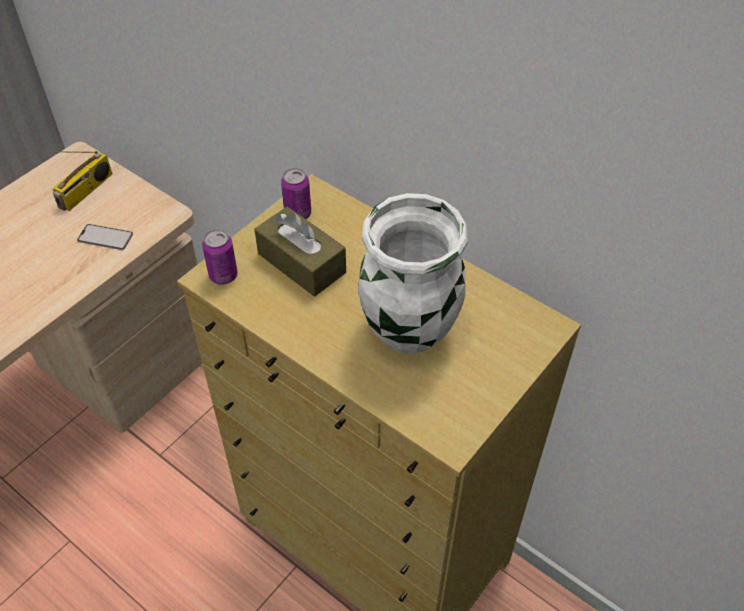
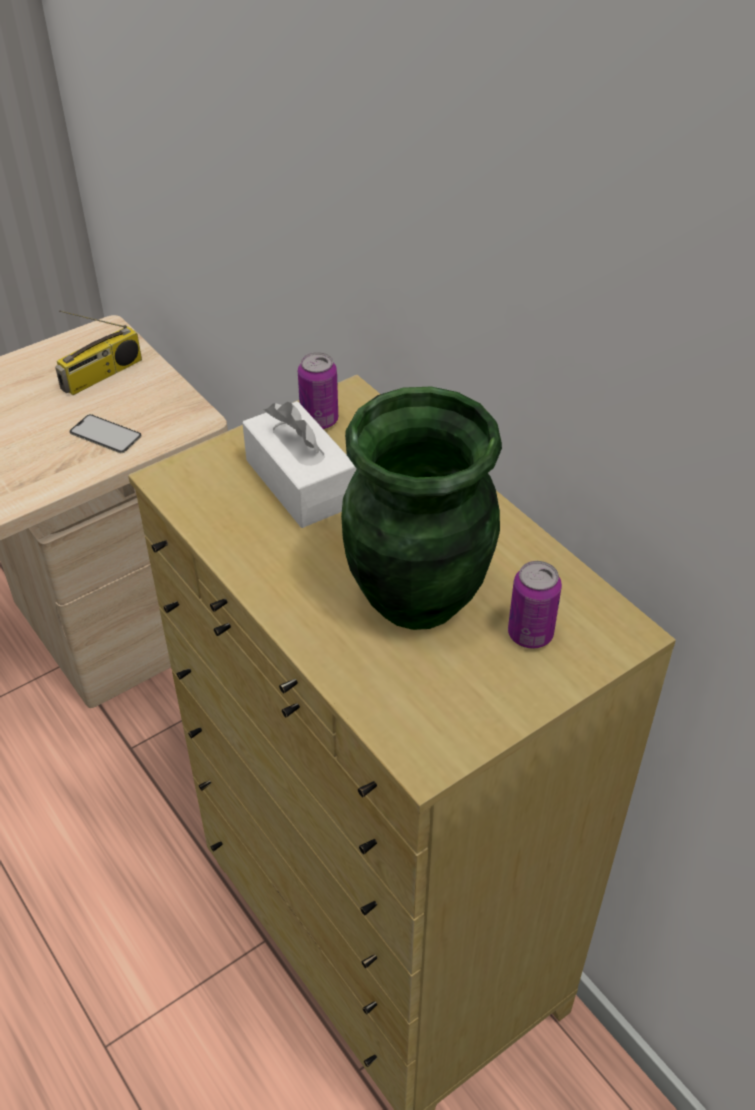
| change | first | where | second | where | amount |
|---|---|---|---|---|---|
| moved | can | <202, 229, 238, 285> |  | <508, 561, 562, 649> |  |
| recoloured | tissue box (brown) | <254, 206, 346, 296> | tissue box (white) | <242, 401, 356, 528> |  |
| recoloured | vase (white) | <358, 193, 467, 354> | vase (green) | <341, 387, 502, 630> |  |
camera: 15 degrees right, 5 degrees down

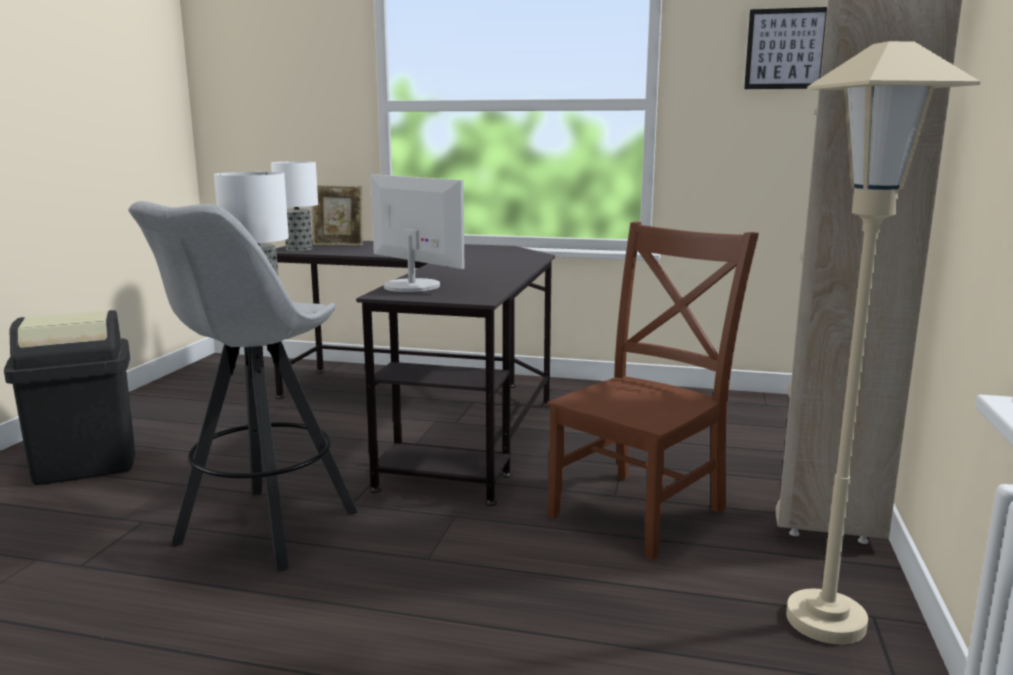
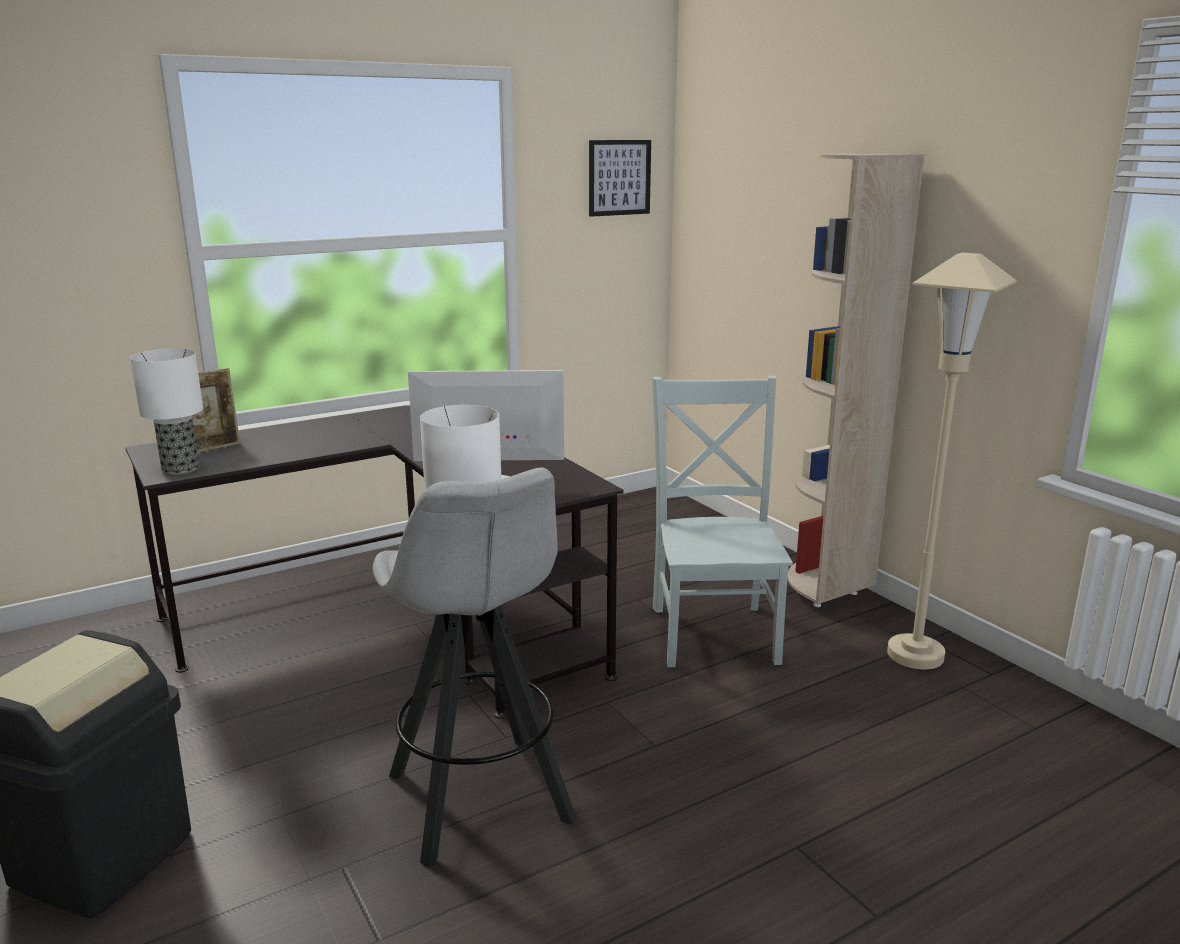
| change | first | where | second | where | amount |
|---|---|---|---|---|---|
| recoloured | chair (brown) | <547, 222, 759, 560> | chair (grey) | <652, 375, 793, 667> |  |
camera: 45 degrees left, 5 degrees up

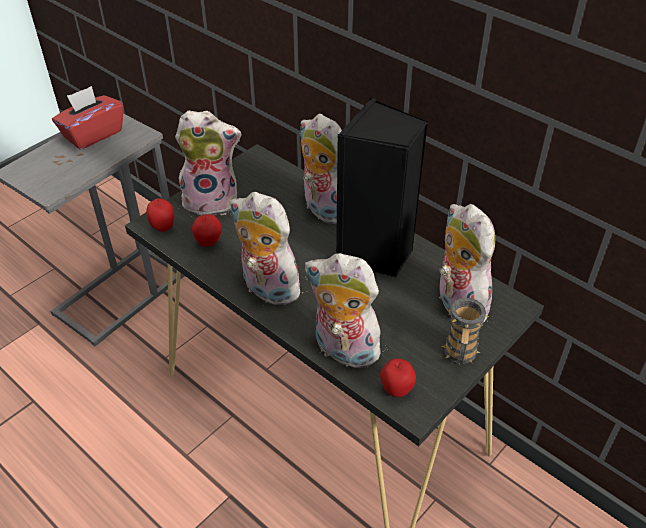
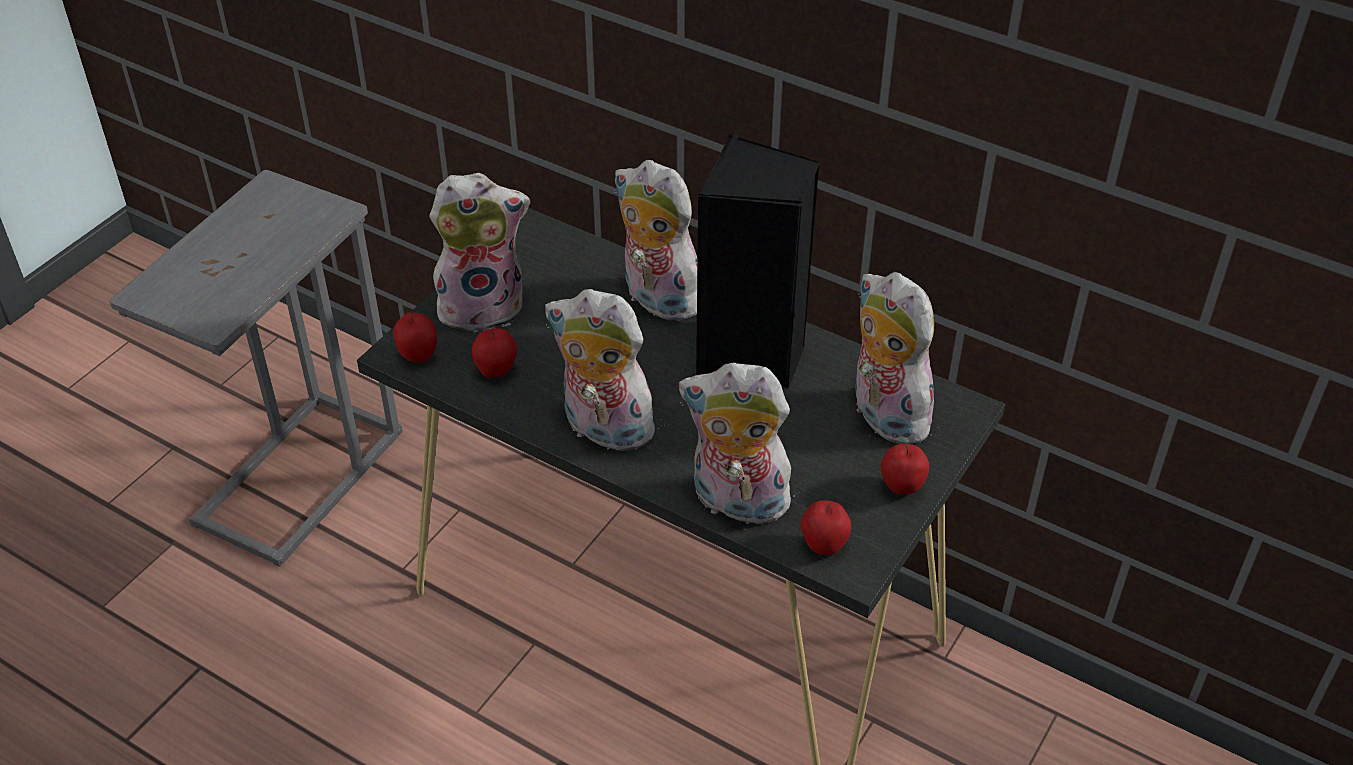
| change | first | where | second | where | amount |
|---|---|---|---|---|---|
| removed | tissue box (red) | <52, 86, 123, 150> |  |  |  |
| replaced | mug | <442, 298, 489, 364> | apple | <881, 444, 929, 495> |  |
camera: 10 degrees left, 0 degrees up

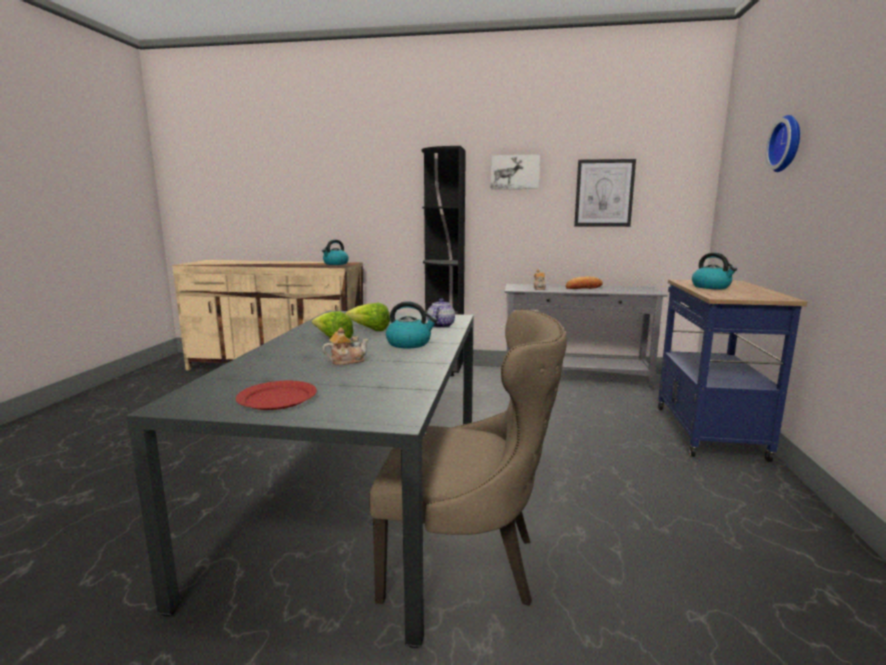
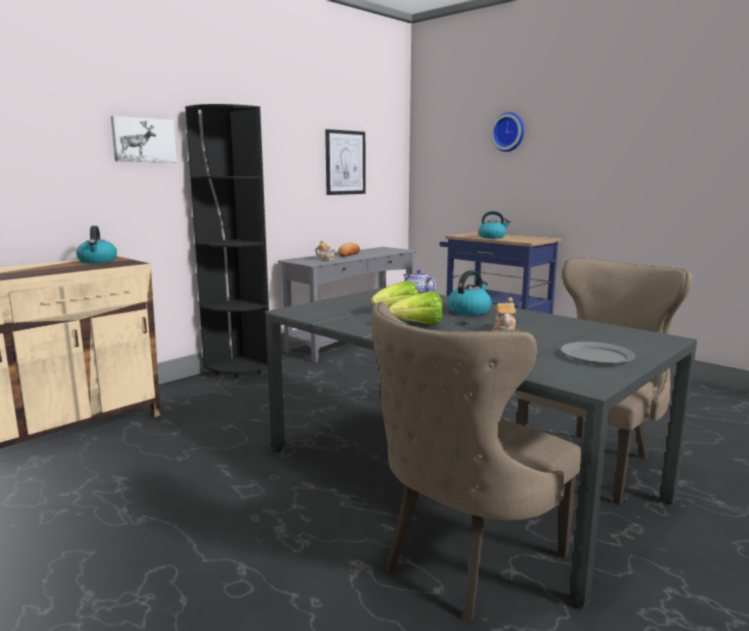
| change | first | where | second | where | amount |
|---|---|---|---|---|---|
| added |  |  | chair (beige) | <372, 302, 581, 622> |  |
| moved | picture | <491, 154, 540, 189> |  | <111, 116, 177, 162> |  |
| recoloured | plate (red) | <236, 381, 317, 410> | plate (grey) | <561, 342, 635, 365> |  |
camera: 55 degrees left, 0 degrees up

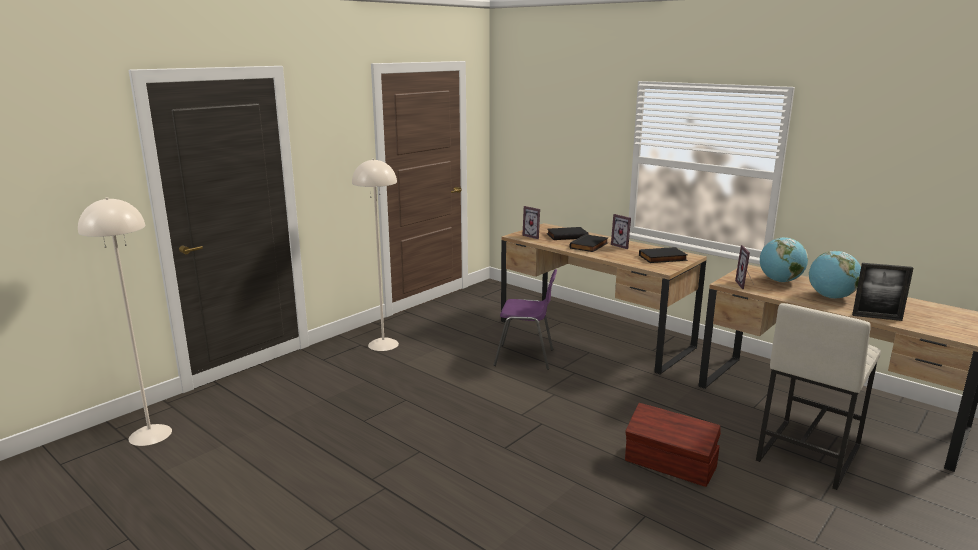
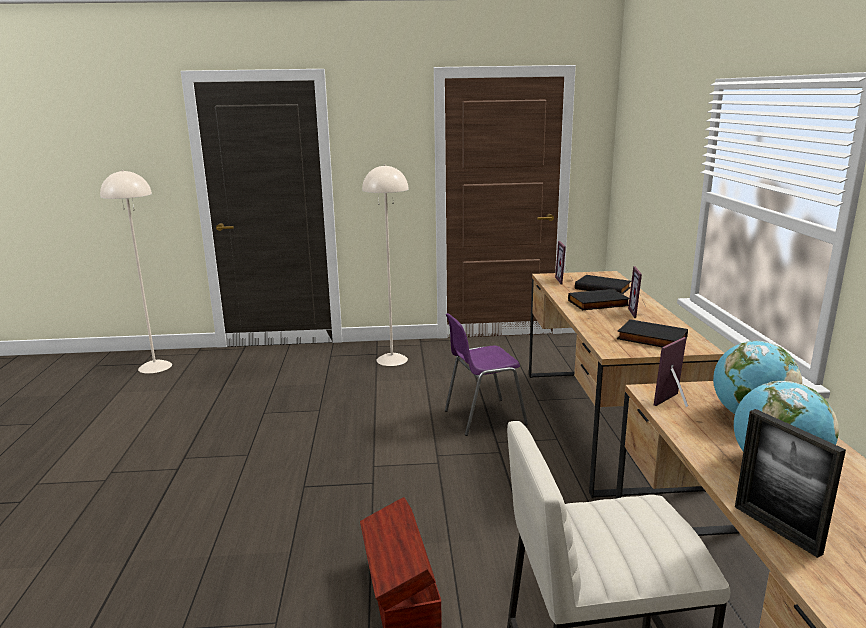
| change | first | where | second | where | amount |
|---|---|---|---|---|---|
| turned | chair (purple) | <494, 269, 557, 370> |  | <445, 313, 528, 436> | 105 degrees clockwise |
camera: 45 degrees right, 0 degrees up

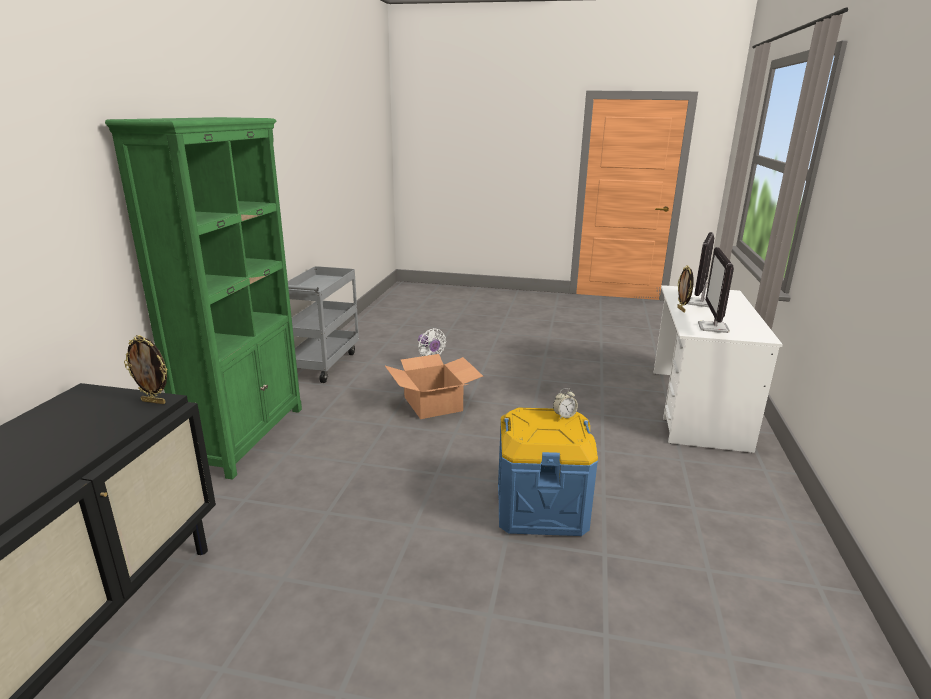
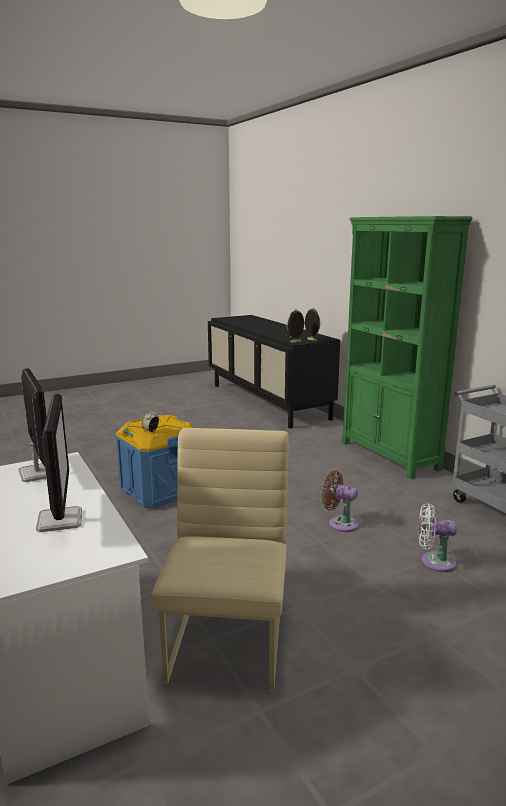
| change | first | where | second | where | amount |
|---|---|---|---|---|---|
| added |  |  | chair (beige) | <152, 428, 289, 692> |  |
| moved | picture frame | <677, 266, 694, 312> |  | <304, 308, 321, 341> |  |
| replaced | cardboard box | <385, 354, 483, 419> | fan (brown) | <322, 471, 359, 532> |  |
camera: 140 degrees right, 5 degrees down

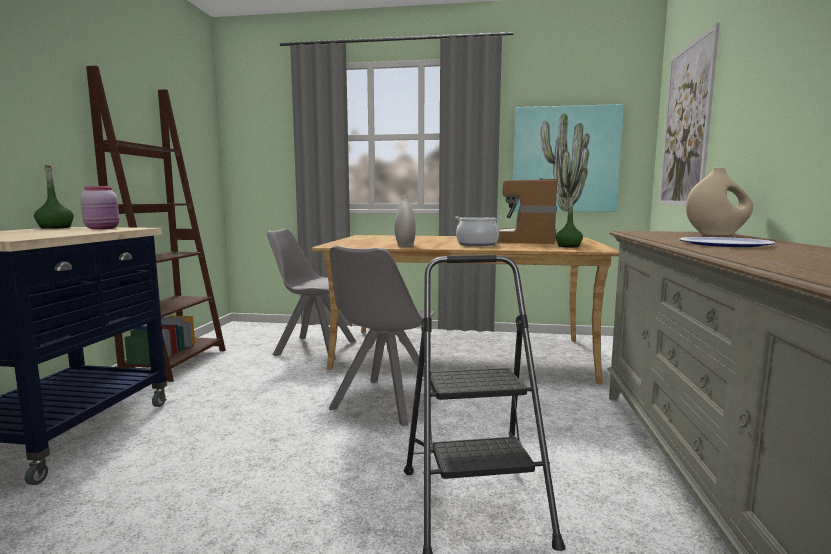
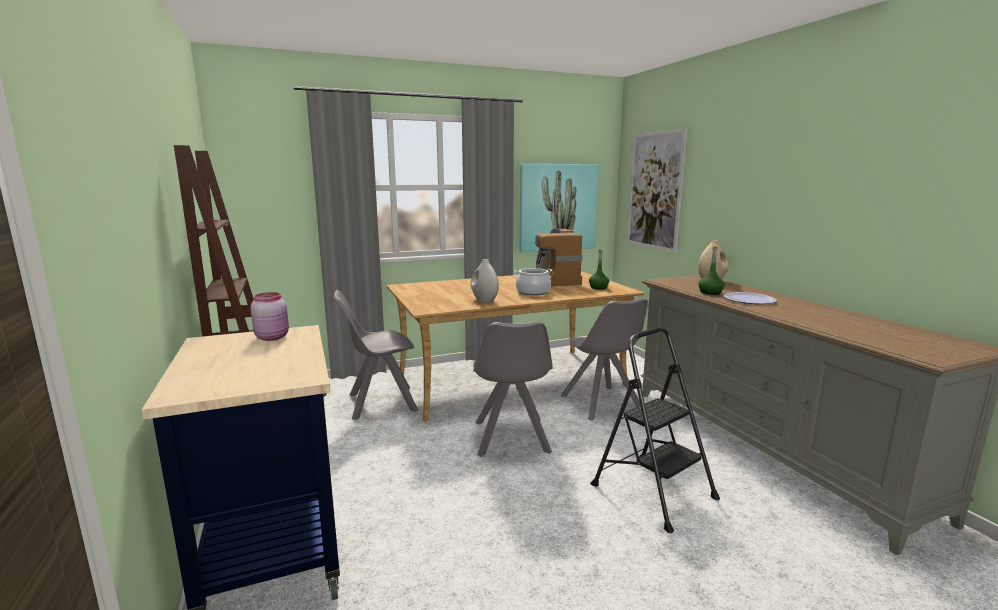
| change | first | where | second | where | amount |
|---|---|---|---|---|---|
| added |  |  | chair (grey) | <561, 298, 648, 421> |  |
| moved | bottle (green) | <34, 165, 74, 229> |  | <698, 247, 725, 295> |  |
camera: 30 degrees left, 5 degrees up

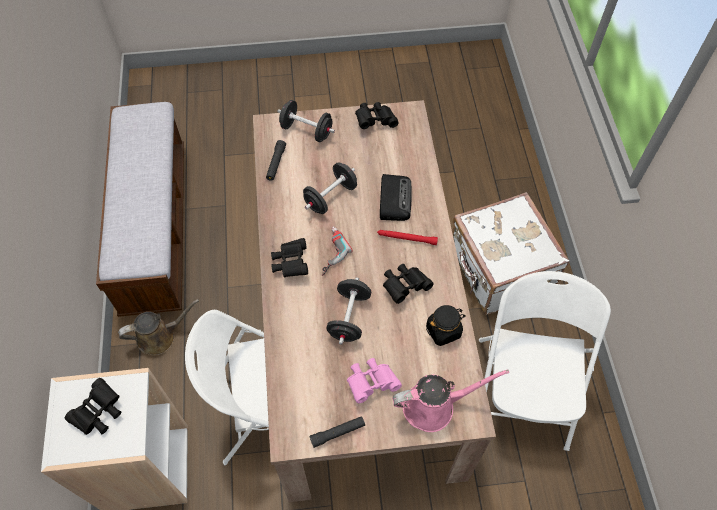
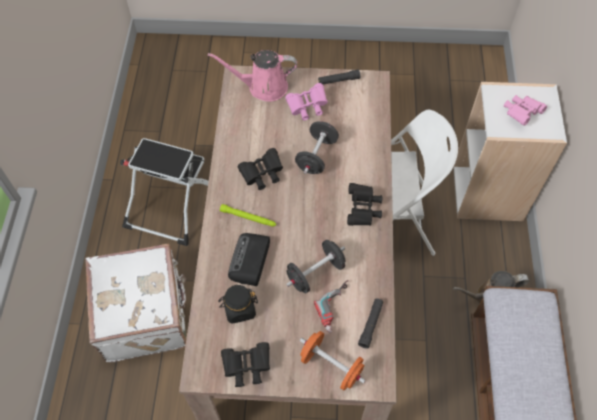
| change | first | where | second | where | amount |
|---|---|---|---|---|---|
| moved | power drill | <322, 226, 352, 276> |  | <314, 280, 349, 333> |  |
| moved | jar (black) | <426, 305, 465, 346> |  | <218, 285, 258, 324> |  |
| replaced | chair (white) | <479, 271, 611, 451> | step ladder | <120, 138, 209, 246> |  |
| recoloured | binoculars (black) | <65, 378, 121, 435> | binoculars (pink) | <504, 95, 547, 126> |  |
| recoloured | dumbbell (black) | <277, 100, 335, 142> | dumbbell (orange) | <300, 331, 366, 390> |  |
| recoloured | flashlight (red) | <377, 230, 438, 245> | flashlight (green) | <220, 204, 276, 227> |  |
camera: 170 degrees left, 0 degrees up

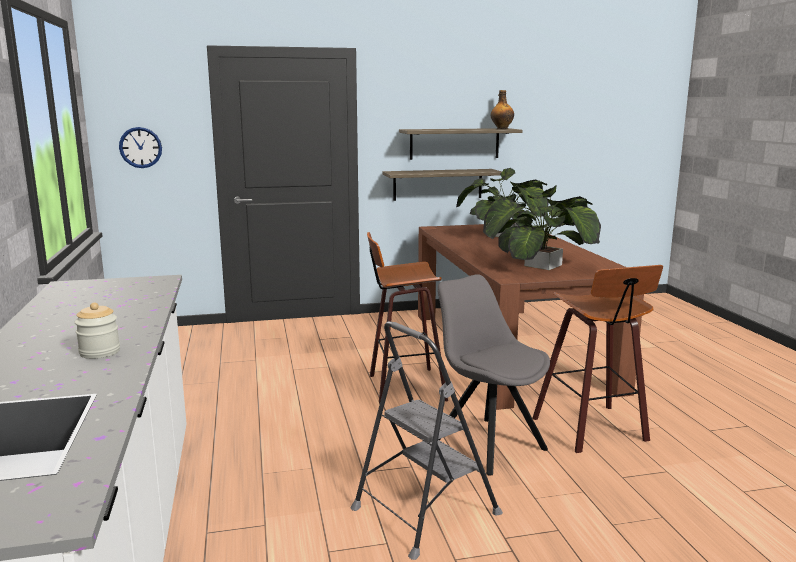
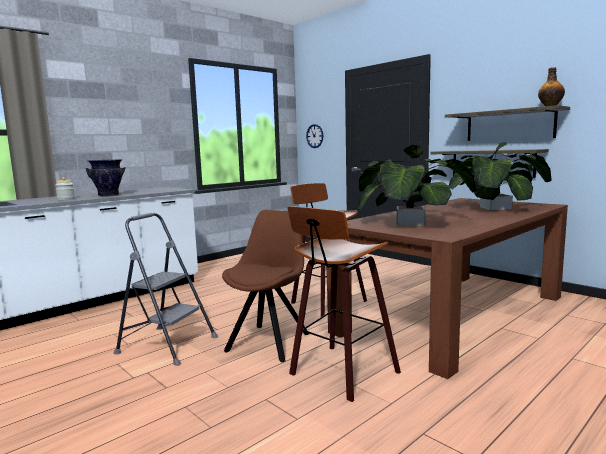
| change | first | where | second | where | amount |
|---|---|---|---|---|---|
| added |  |  | vase | <86, 159, 126, 197> |  |
| recoloured | chair (grey) | <438, 274, 550, 476> | chair (brown) | <222, 210, 309, 362> |  |
camera: 60 degrees right, 5 degrees down

